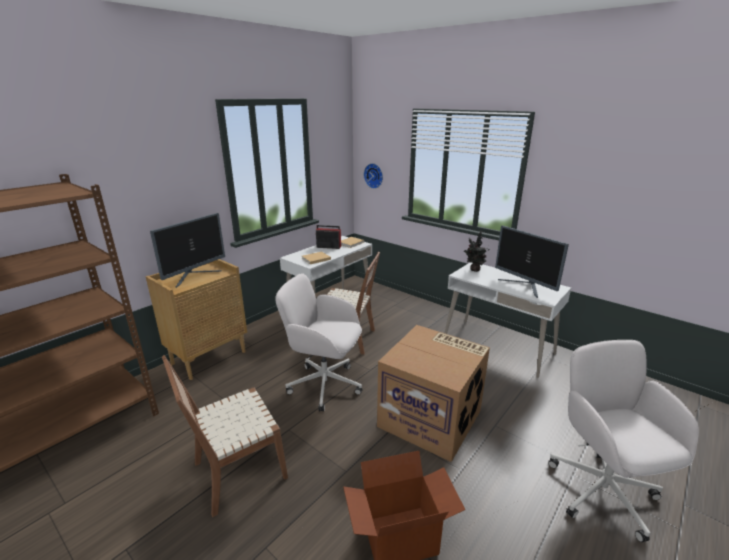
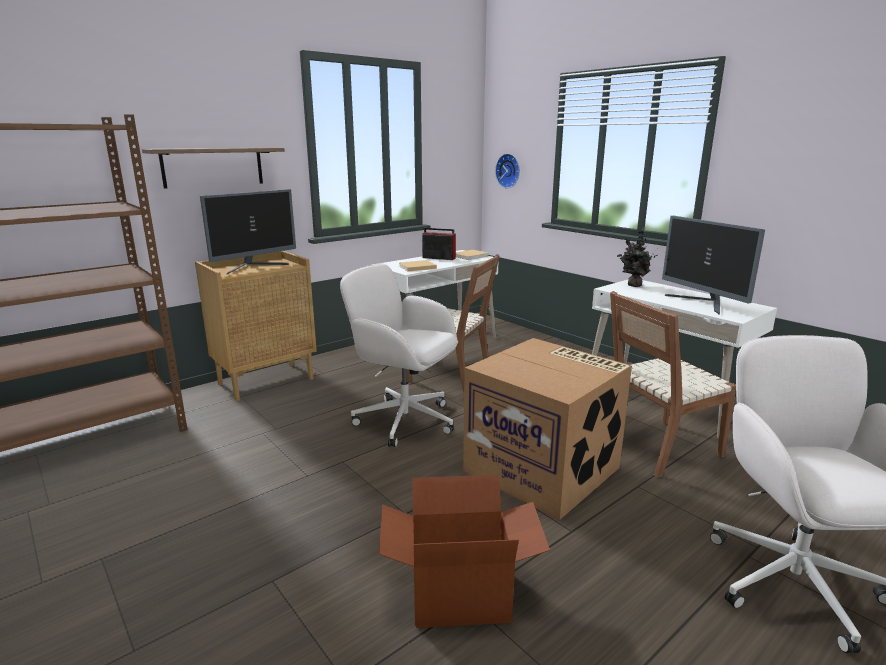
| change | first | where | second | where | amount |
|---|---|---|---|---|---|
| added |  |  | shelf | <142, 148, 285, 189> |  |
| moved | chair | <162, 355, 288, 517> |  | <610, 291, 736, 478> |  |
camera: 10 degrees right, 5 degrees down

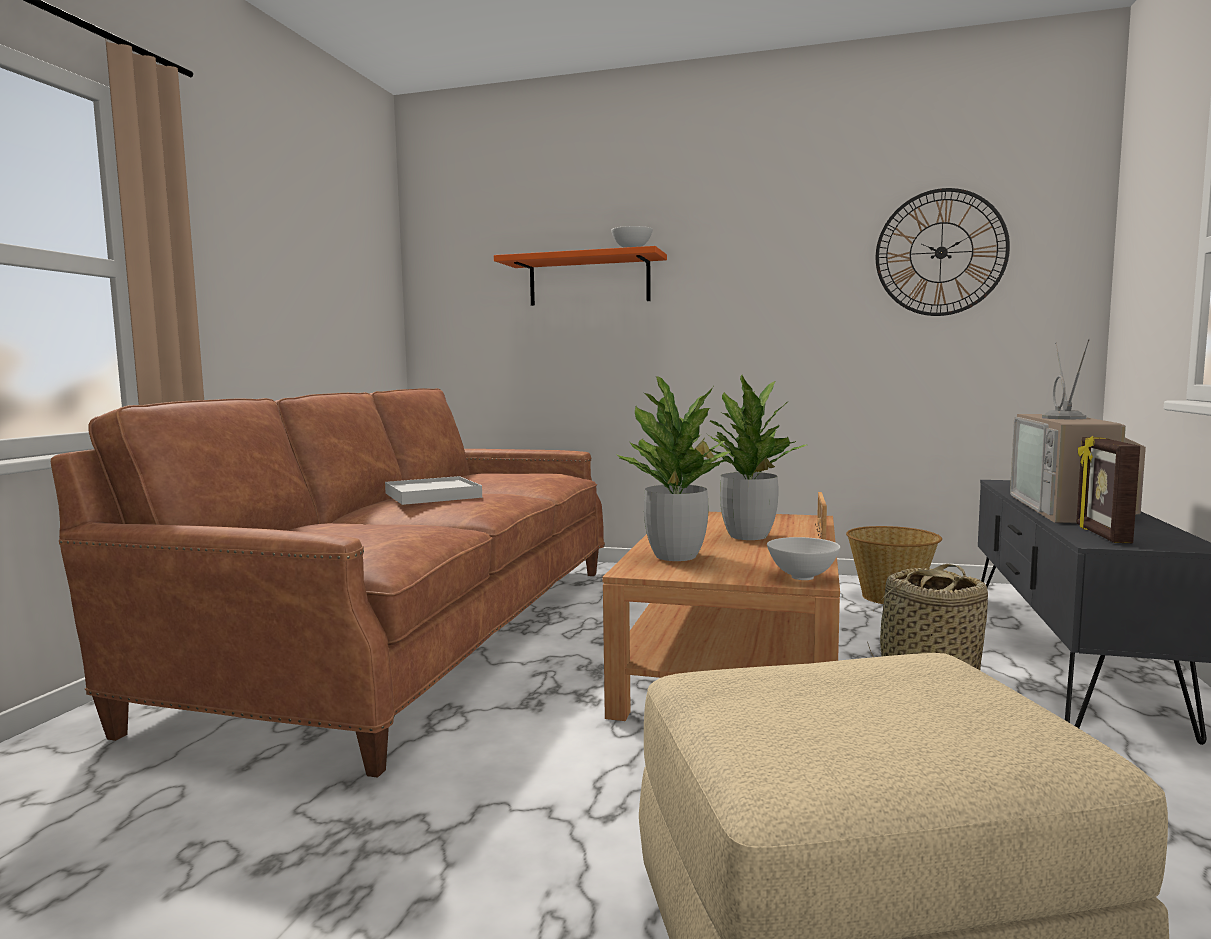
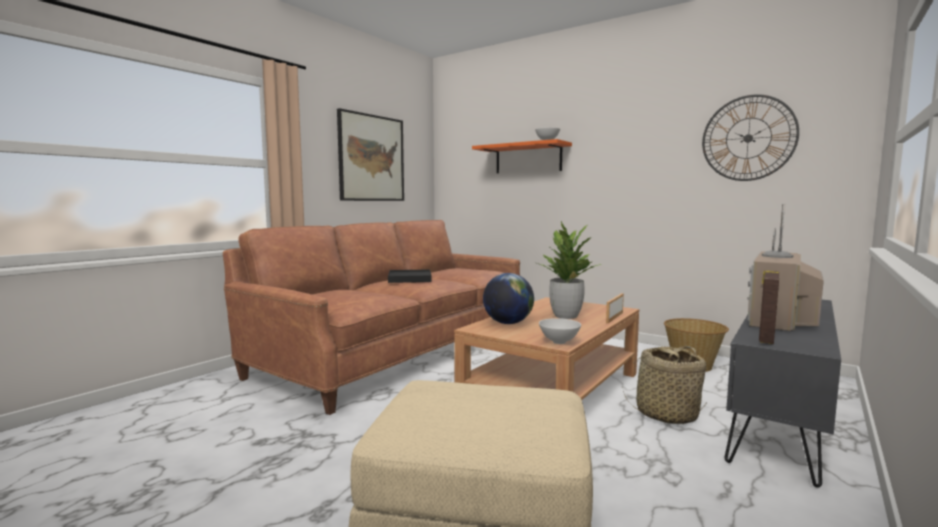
| change | first | where | second | where | amount |
|---|---|---|---|---|---|
| added |  |  | picture | <337, 108, 404, 201> |  |
| replaced | potted plant | <616, 376, 730, 561> | globe | <483, 273, 534, 324> |  |
| recoloured | tray (white) | <385, 476, 482, 505> | tray (black) | <388, 269, 432, 283> |  |
camera: 20 degrees right, 0 degrees up

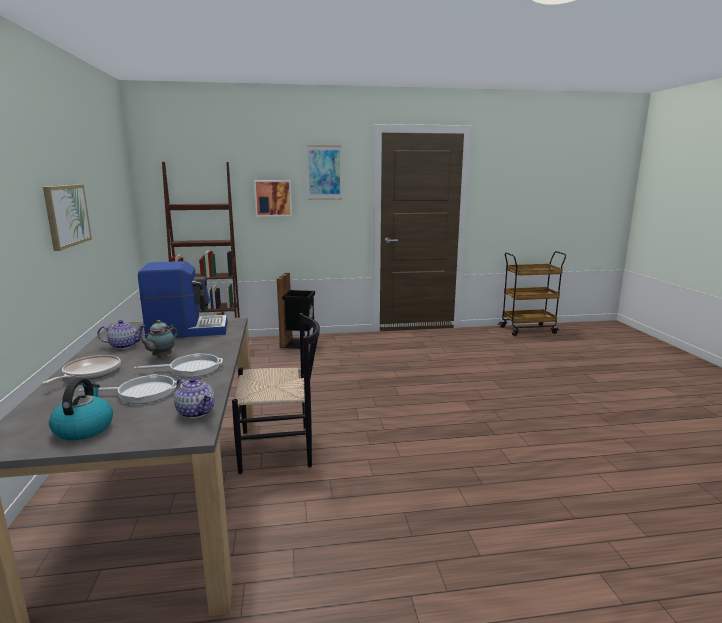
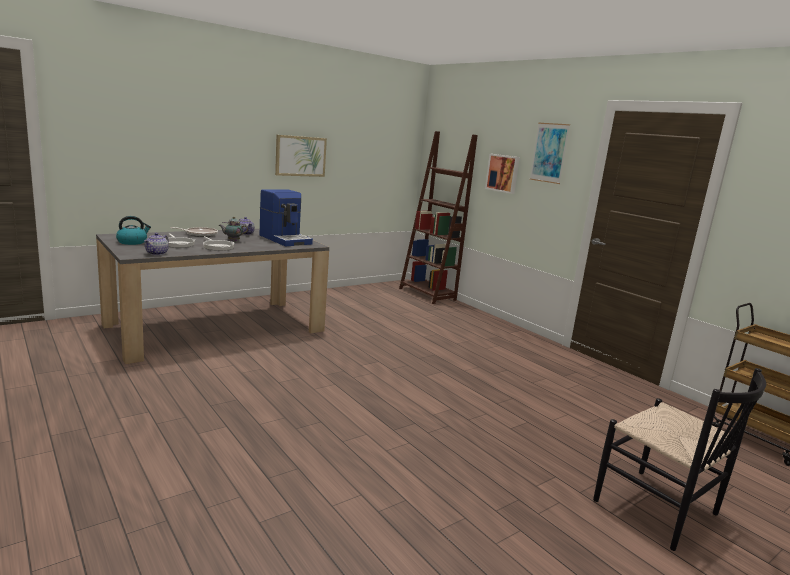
| change | first | where | second | where | amount |
|---|---|---|---|---|---|
| removed | trash can (black) | <277, 273, 315, 349> |  |  |  |
| moved | chair (black) | <232, 313, 320, 474> |  | <593, 368, 766, 551> |  |
camera: 60 degrees right, 0 degrees up

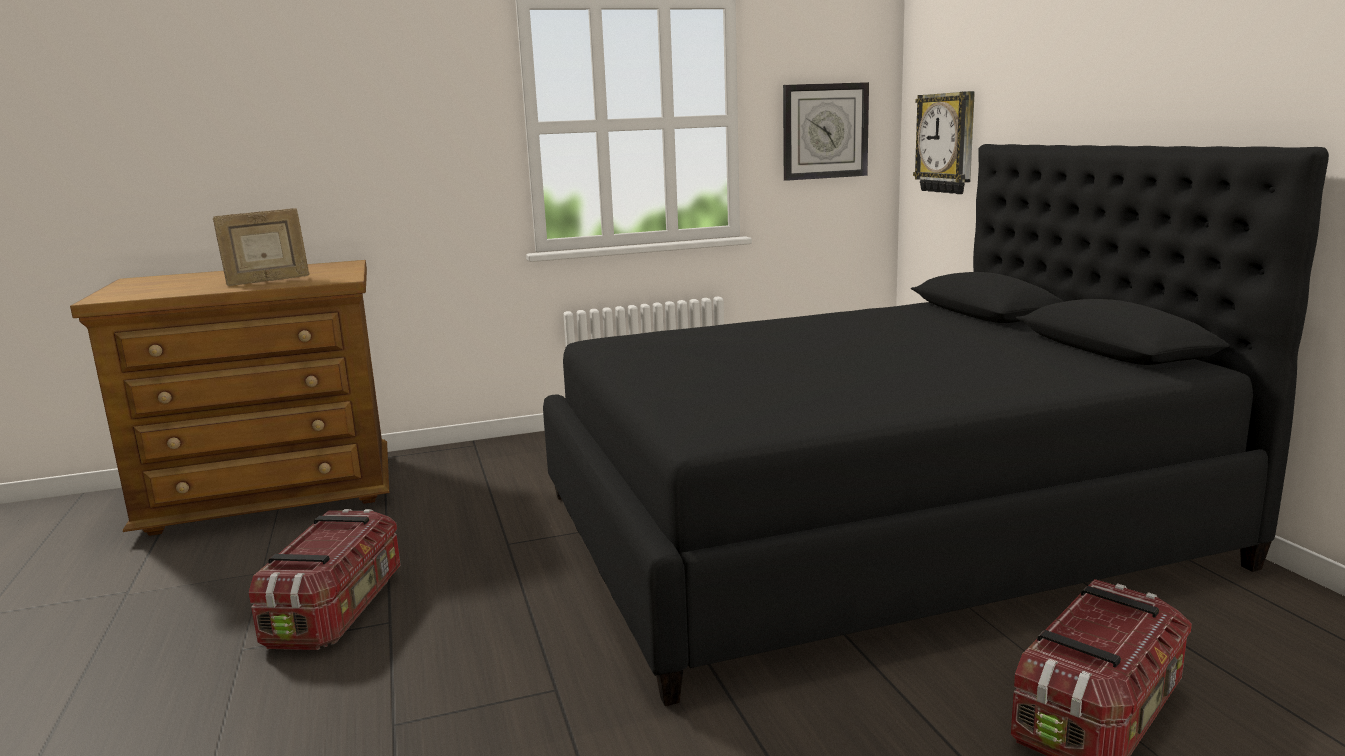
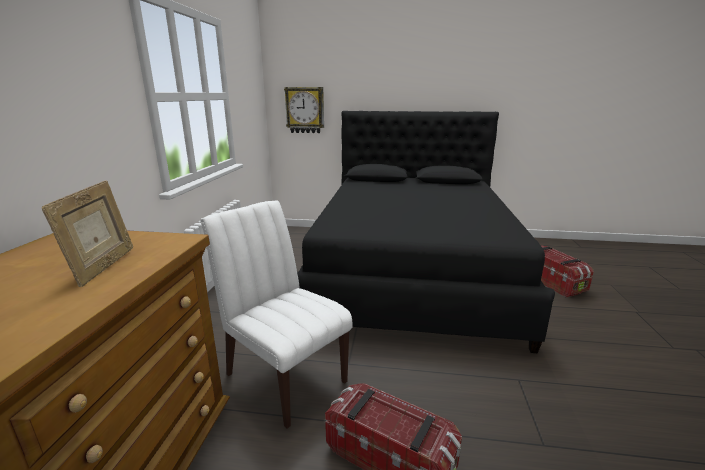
| change | first | where | second | where | amount |
|---|---|---|---|---|---|
| removed | wall clock | <783, 82, 869, 181> |  |  |  |
| added |  |  | chair (white) | <200, 201, 353, 429> |  |
camera: 65 degrees left, 5 degrees up

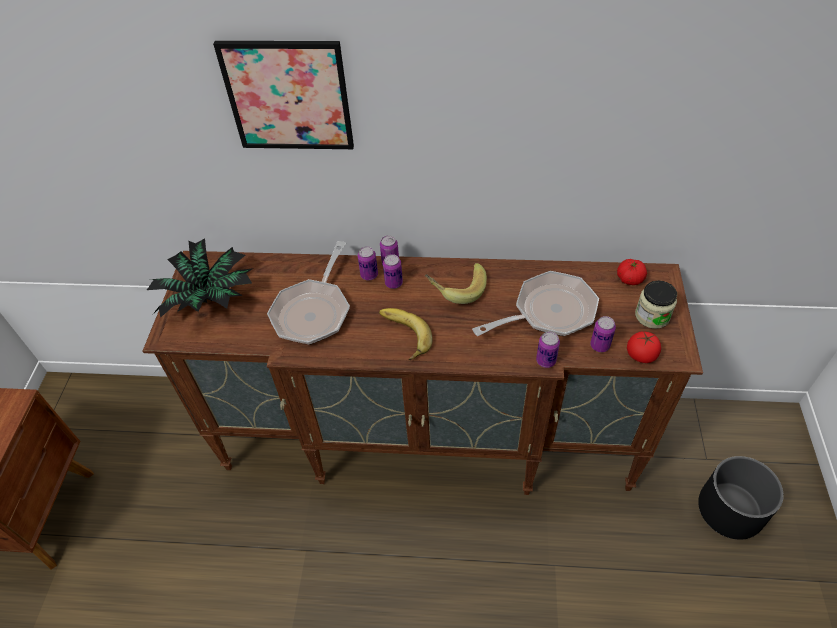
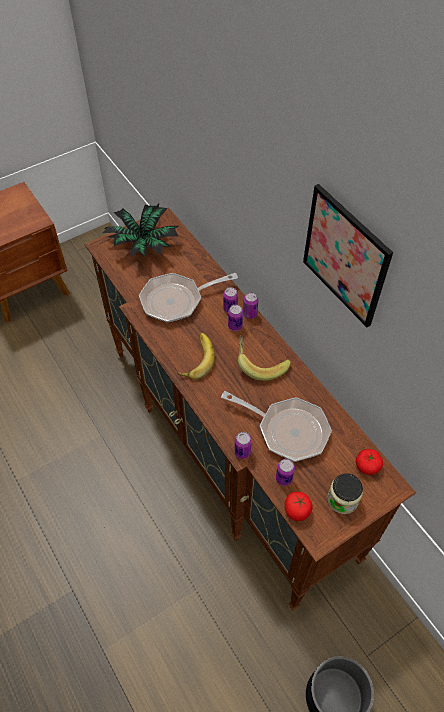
| change | first | where | second | where | amount |
|---|---|---|---|---|---|
| moved | picture | <213, 41, 354, 149> |  | <303, 184, 393, 327> |  |
camera: 50 degrees right, 5 degrees up

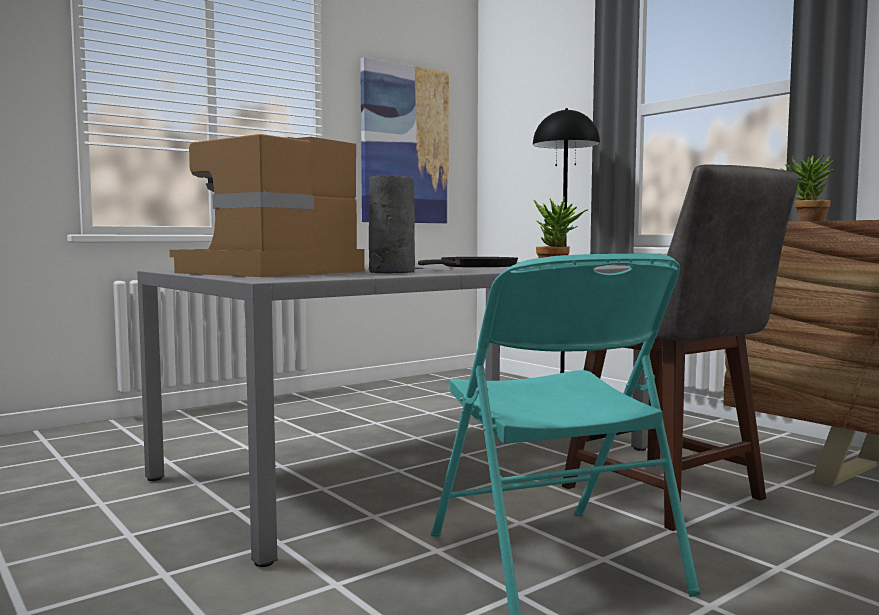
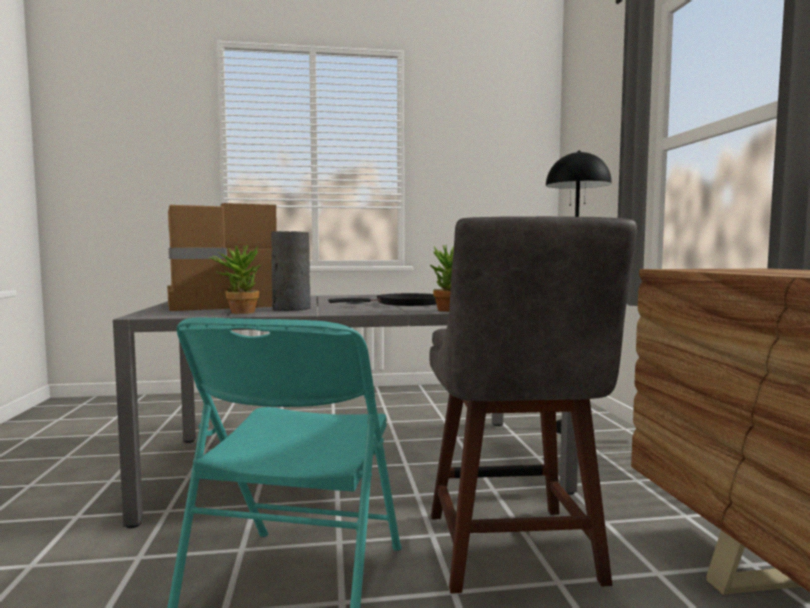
| change | first | where | second | where | amount |
|---|---|---|---|---|---|
| removed | picture | <360, 57, 449, 223> |  |  |  |
| moved | potted plant | <780, 155, 840, 221> |  | <209, 245, 261, 314> |  |
camera: 30 degrees right, 0 degrees up

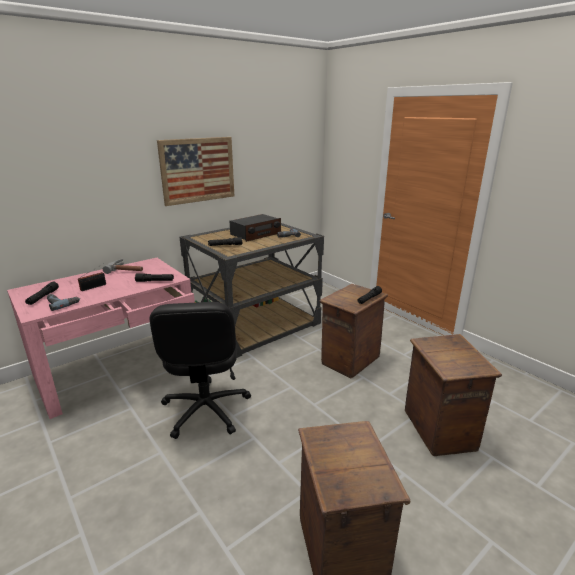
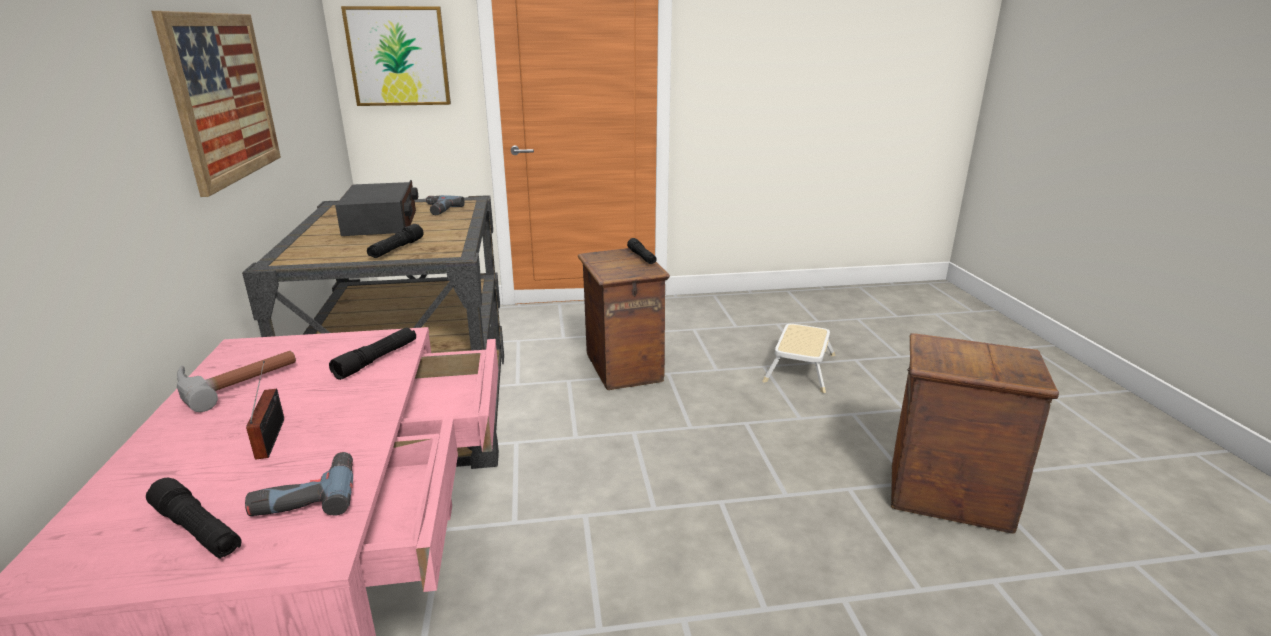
| change | first | where | second | where | amount |
|---|---|---|---|---|---|
| removed | office chair (black) | <149, 302, 251, 439> |  |  |  |
| added |  |  | picture | <341, 6, 451, 106> |  |
| replaced | crate | <405, 334, 502, 456> | step ladder (beige) | <762, 324, 836, 393> |  |
camera: 60 degrees left, 0 degrees up

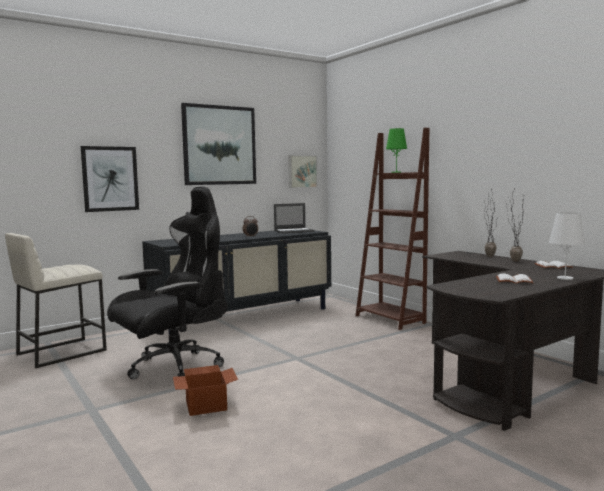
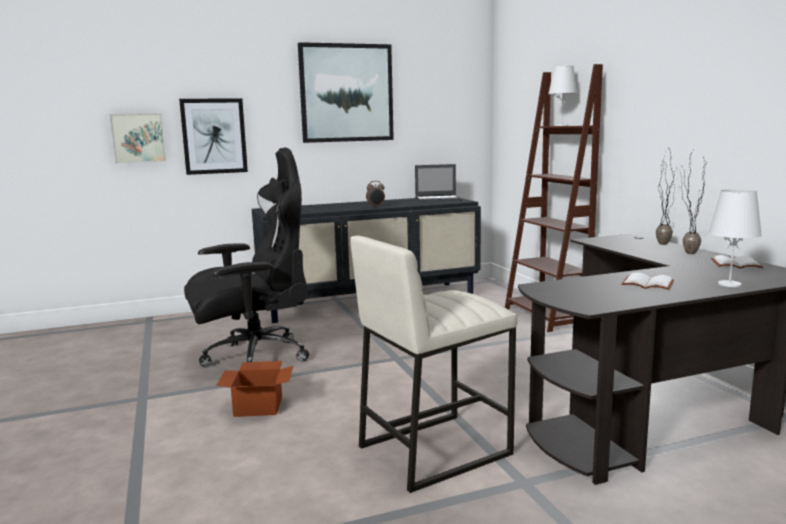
| change | first | where | second | where | amount |
|---|---|---|---|---|---|
| moved | stool (beige) | <5, 233, 107, 368> |  | <350, 236, 517, 493> |  |
| moved | picture | <288, 155, 317, 188> |  | <110, 114, 166, 163> |  |
| recoloured | table lamp (green) | <386, 128, 407, 173> | table lamp (white) | <548, 66, 577, 126> |  |
camera: 15 degrees right, 5 degrees up

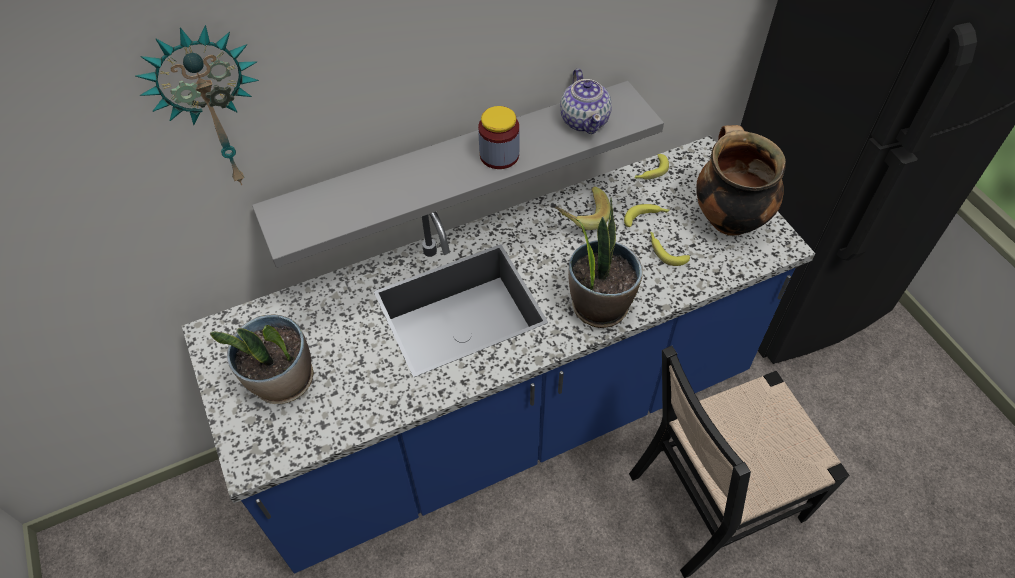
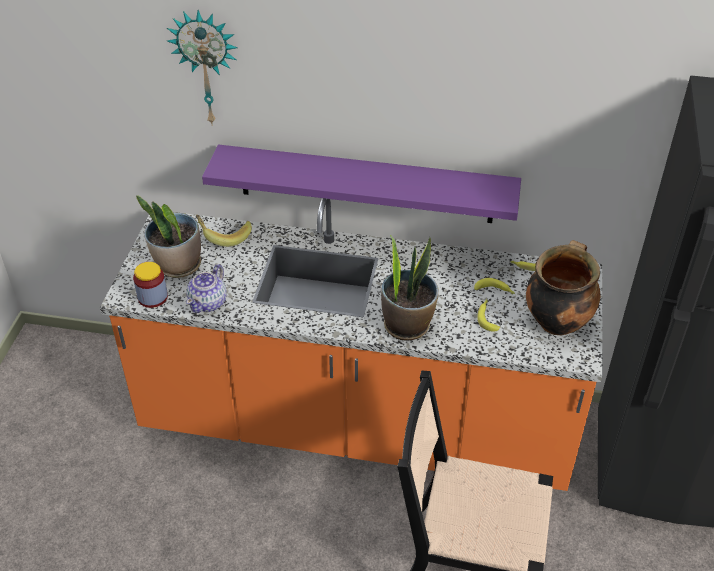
| change | first | where | second | where | amount |
|---|---|---|---|---|---|
| moved | jar | <478, 106, 520, 169> |  | <133, 262, 168, 308> |  |
| moved | banana | <555, 186, 611, 230> |  | <196, 215, 252, 247> |  |
| moved | teapot | <560, 69, 612, 134> |  | <186, 264, 227, 313> |  |
| recoloured | counter (blue) | <182, 136, 816, 574> | counter (orange) | <100, 198, 602, 491> |  |
| recoloured | shelf (grey) | <252, 81, 664, 268> | shelf (purple) | <202, 144, 521, 223> |  |
camera: 35 degrees right, 10 degrees down

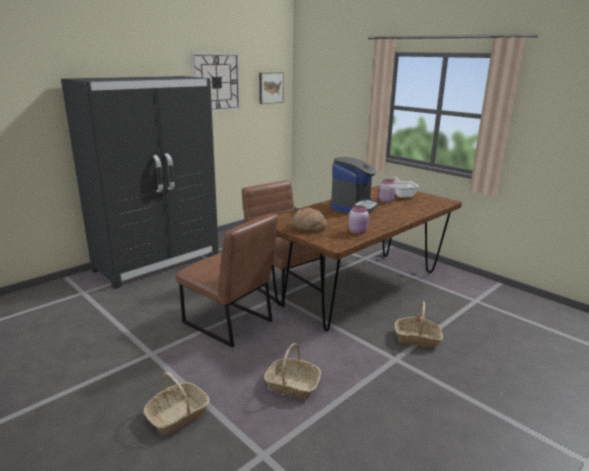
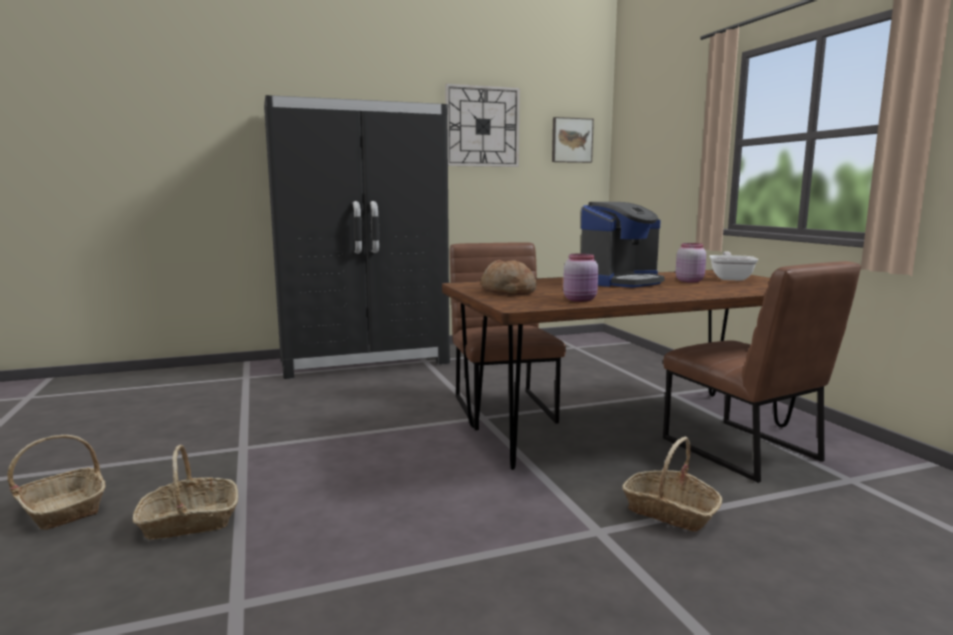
| change | first | where | second | where | amount |
|---|---|---|---|---|---|
| moved | chair (brown) | <176, 213, 278, 348> |  | <663, 261, 861, 483> |  |
| moved | basket | <264, 343, 321, 399> |  | <7, 435, 106, 530> |  |
camera: 25 degrees right, 10 degrees down

